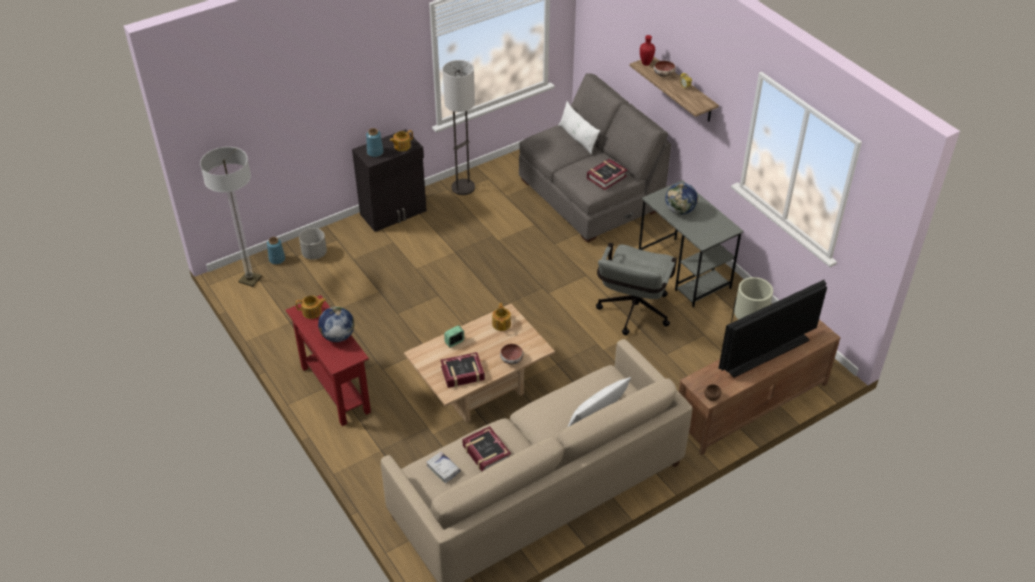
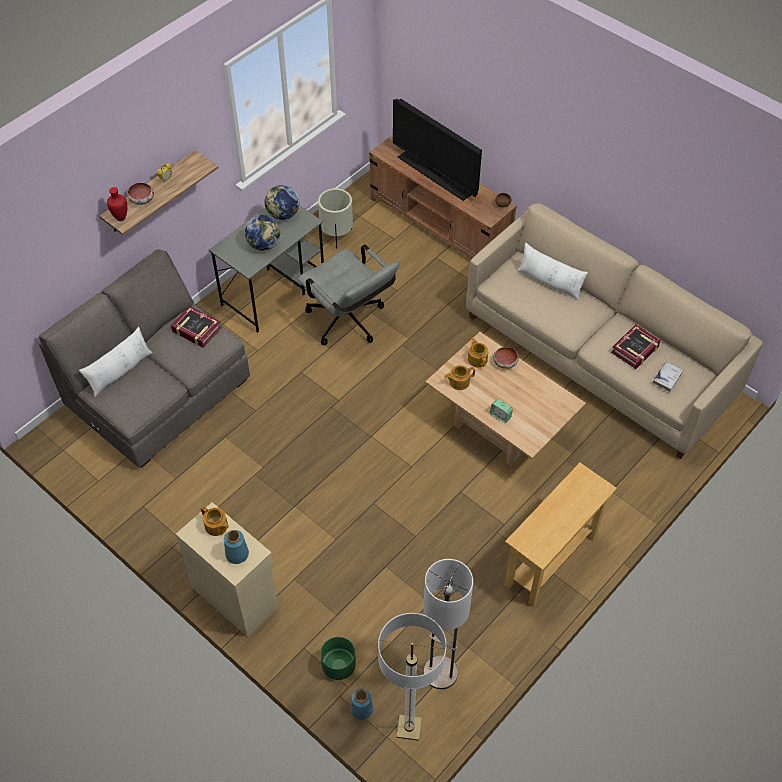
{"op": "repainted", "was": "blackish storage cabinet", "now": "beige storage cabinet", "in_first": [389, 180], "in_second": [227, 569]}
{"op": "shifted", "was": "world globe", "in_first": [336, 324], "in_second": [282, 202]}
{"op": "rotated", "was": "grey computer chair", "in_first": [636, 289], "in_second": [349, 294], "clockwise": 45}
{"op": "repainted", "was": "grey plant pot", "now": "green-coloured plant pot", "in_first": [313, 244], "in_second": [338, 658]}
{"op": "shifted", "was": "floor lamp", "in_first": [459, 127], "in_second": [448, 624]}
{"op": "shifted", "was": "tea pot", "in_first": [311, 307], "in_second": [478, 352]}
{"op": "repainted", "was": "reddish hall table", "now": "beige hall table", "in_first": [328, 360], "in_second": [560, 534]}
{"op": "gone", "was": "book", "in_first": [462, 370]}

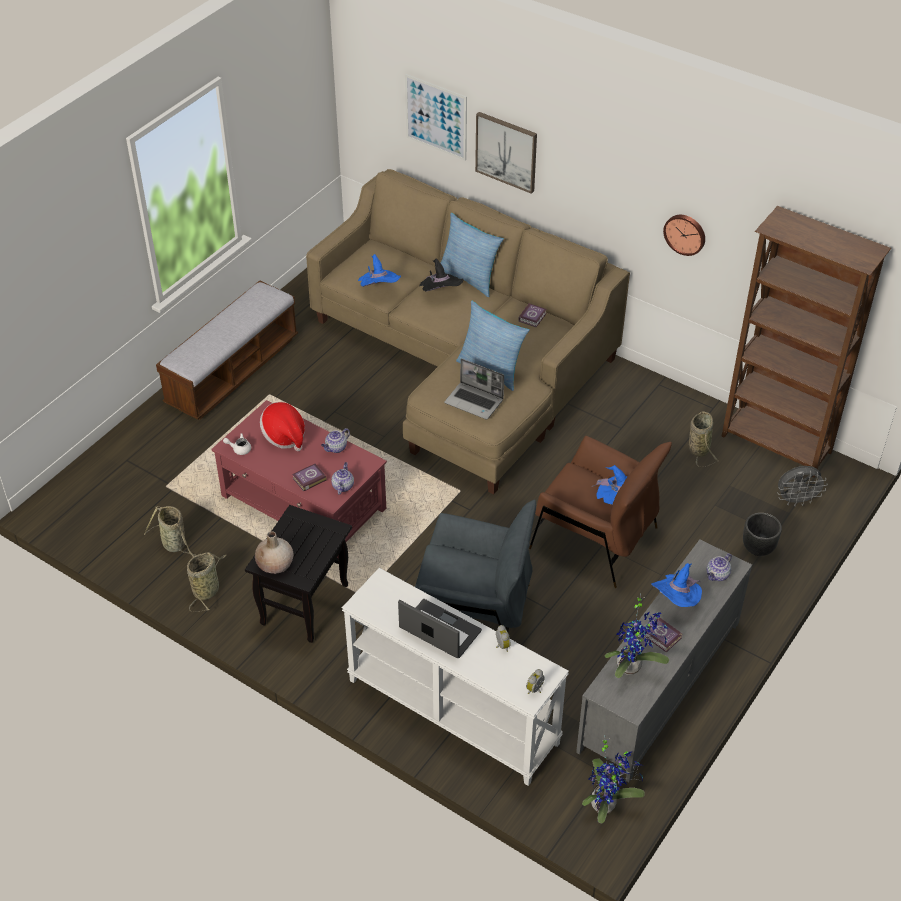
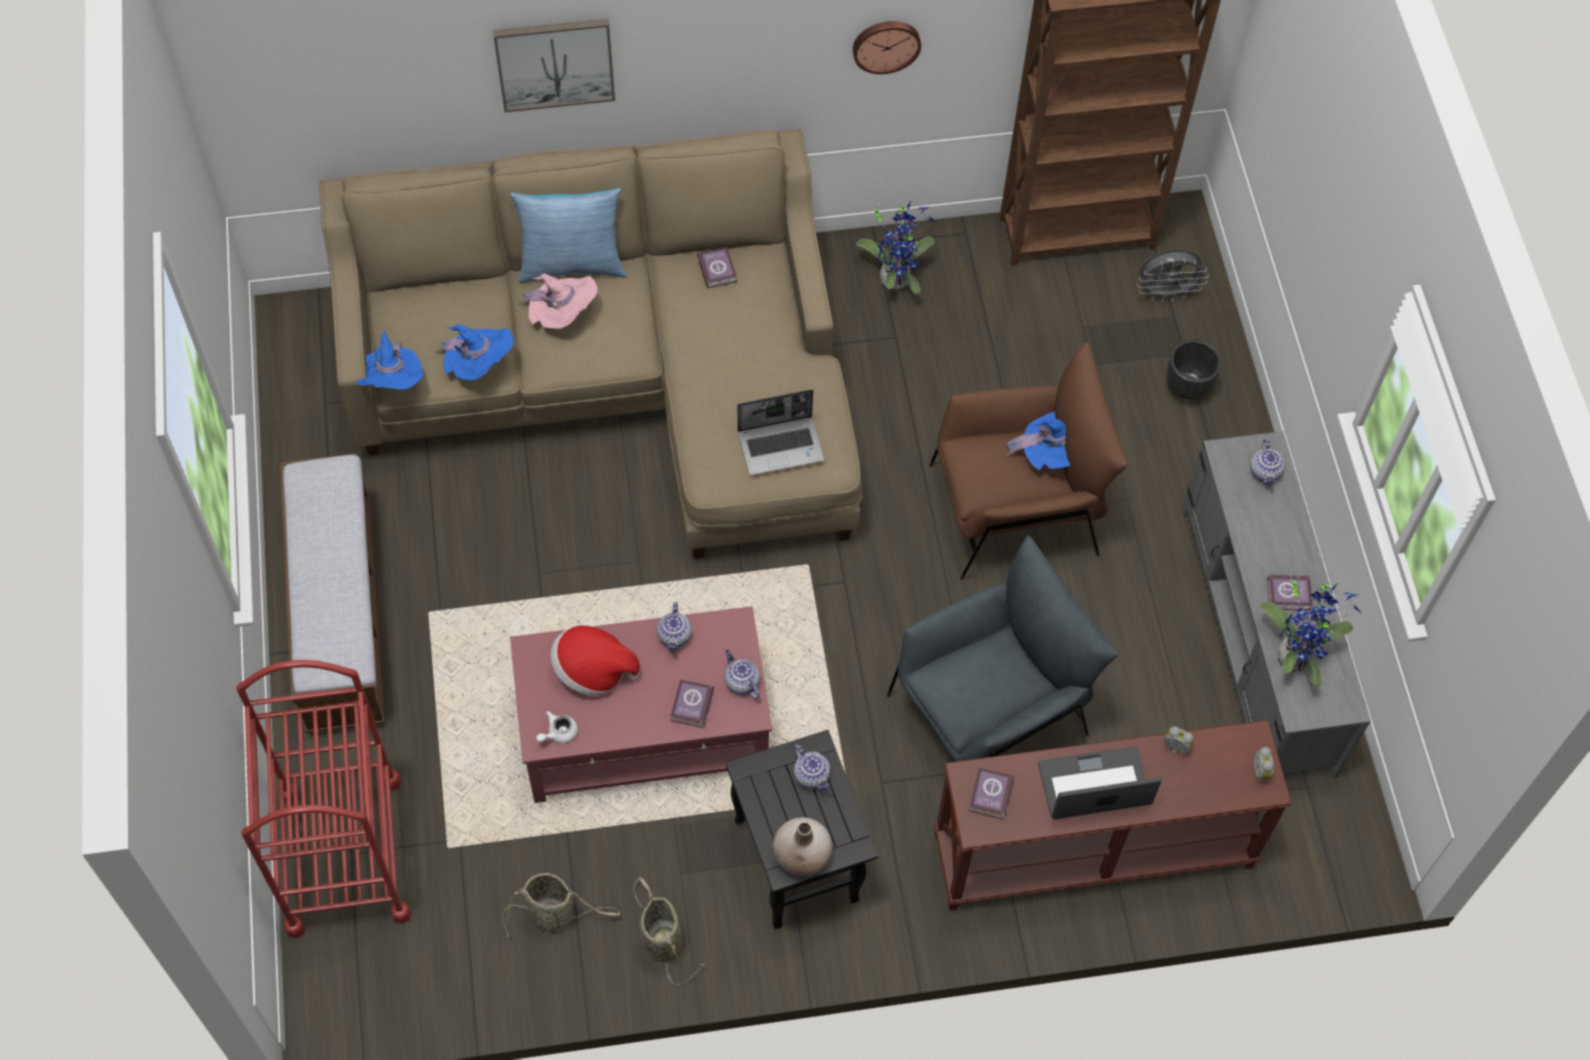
{"op": "new", "now": "reddish wheeled cart", "in_second": [324, 799]}
{"op": "shifted", "was": "bluish clothing hat", "in_first": [676, 585], "in_second": [389, 360]}
{"op": "repainted", "was": "blackish clothing hat", "now": "pinkish clothing hat", "in_first": [441, 275], "in_second": [558, 301]}
{"op": "new", "now": "tea pot", "in_second": [812, 768]}
{"op": "shifted", "was": "plant in a pot", "in_first": [613, 779], "in_second": [896, 247]}
{"op": "repainted", "was": "white-coloured hall table", "now": "brownish hall table", "in_first": [455, 677], "in_second": [1112, 815]}
{"op": "new", "now": "book", "in_second": [991, 794]}
{"op": "rotated", "was": "grey electric fan", "in_first": [802, 486], "in_second": [1173, 276], "clockwise": 45}
{"op": "gone", "was": "wall picture", "in_first": [436, 117]}
{"op": "gone", "was": "throw pillow", "in_first": [493, 346]}
{"op": "gone", "was": "basket", "in_first": [703, 439]}

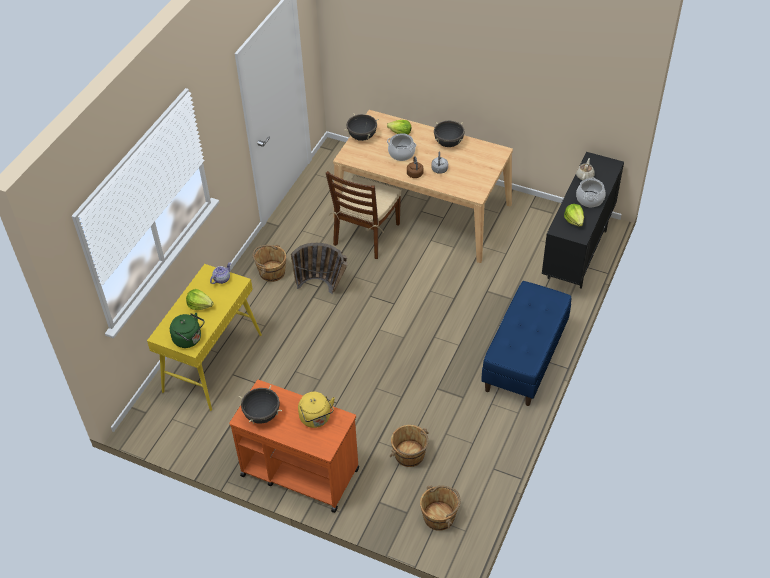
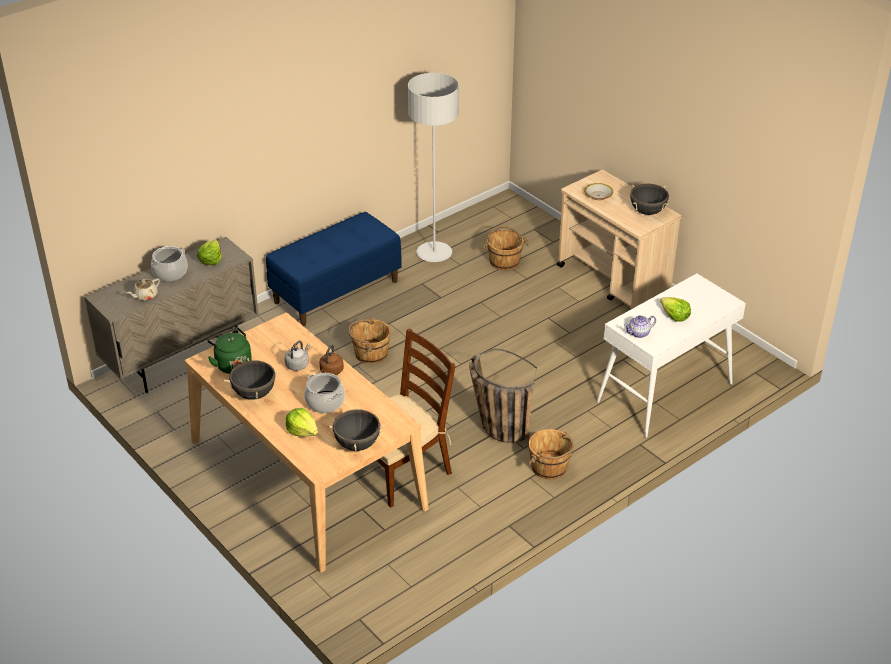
{"op": "repainted", "was": "blackish storage cabinet", "now": "beige storage cabinet", "in_first": [583, 220], "in_second": [171, 315]}
{"op": "shifted", "was": "green-coloured kettle", "in_first": [187, 330], "in_second": [229, 350]}
{"op": "shifted", "was": "brownish pail", "in_first": [440, 508], "in_second": [369, 341]}
{"op": "new", "now": "grey floor lamp", "in_second": [433, 167]}
{"op": "repainted", "was": "orange wheeled cart", "now": "beige wheeled cart", "in_first": [294, 446], "in_second": [619, 240]}
{"op": "swapped", "was": "yellow-coloured kettle", "now": "bowl", "in_first": [316, 410], "in_second": [598, 191]}
{"op": "repainted", "was": "yellow-coloured hall table", "now": "white-coloured hall table", "in_first": [204, 337], "in_second": [671, 356]}

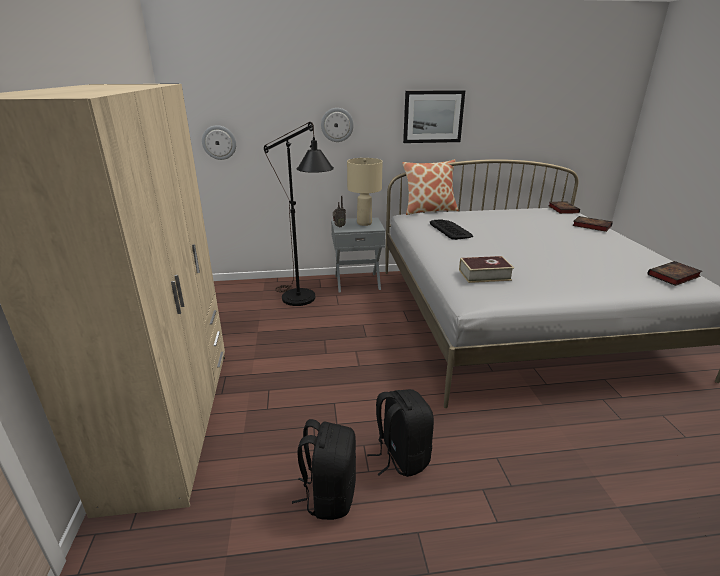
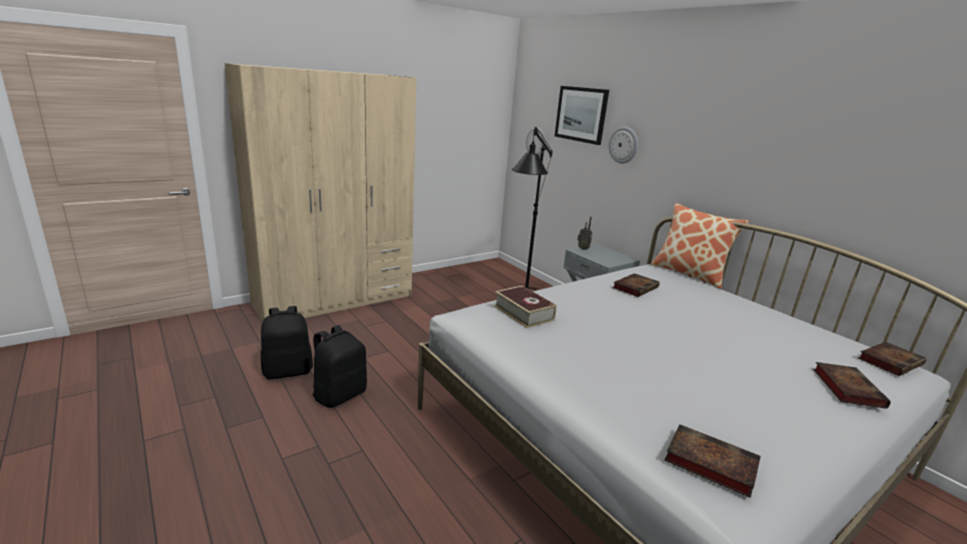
{"op": "shifted", "was": "wall picture", "in_first": [434, 116], "in_second": [582, 115]}
{"op": "swapped", "was": "keyboard", "now": "book", "in_first": [451, 229], "in_second": [636, 285]}
{"op": "gone", "was": "beige table lamp", "in_first": [365, 192]}

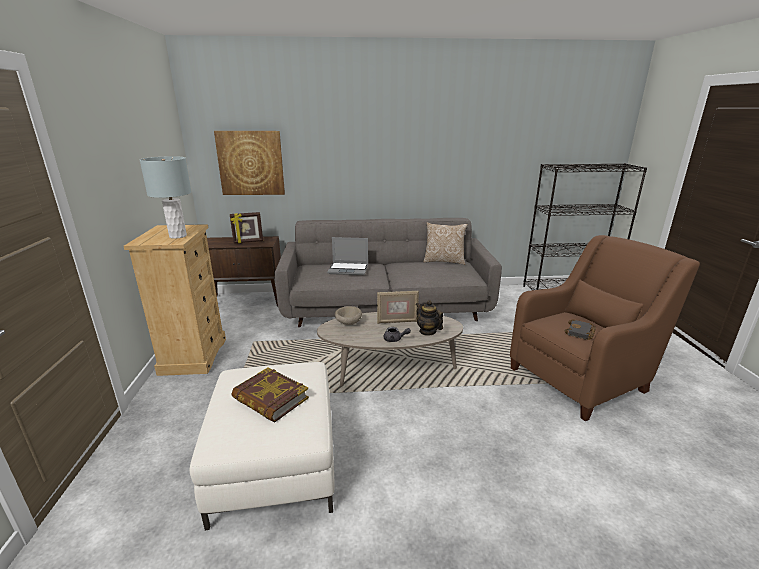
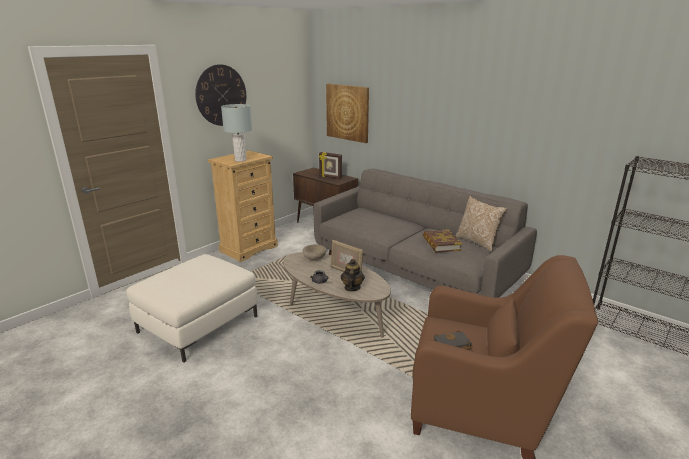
{"op": "new", "now": "wall clock", "in_second": [220, 95]}
{"op": "shifted", "was": "book", "in_first": [270, 395], "in_second": [442, 241]}
{"op": "gone", "was": "laptop", "in_first": [347, 256]}

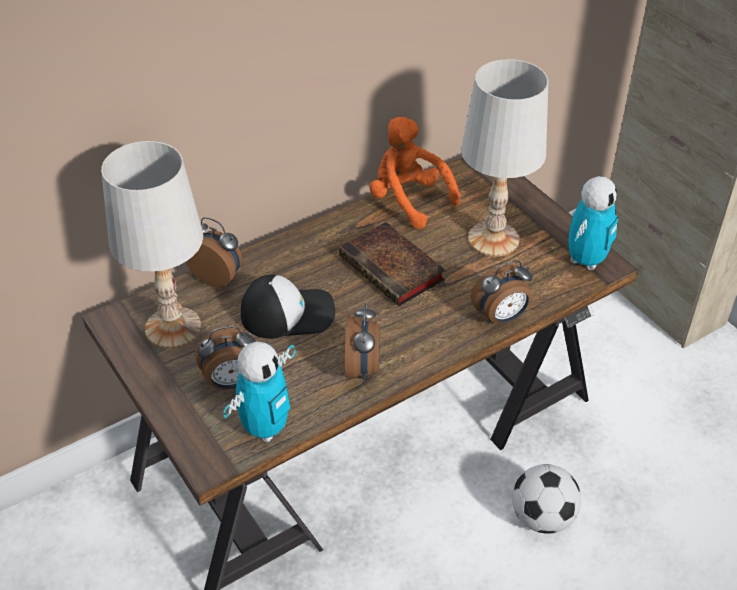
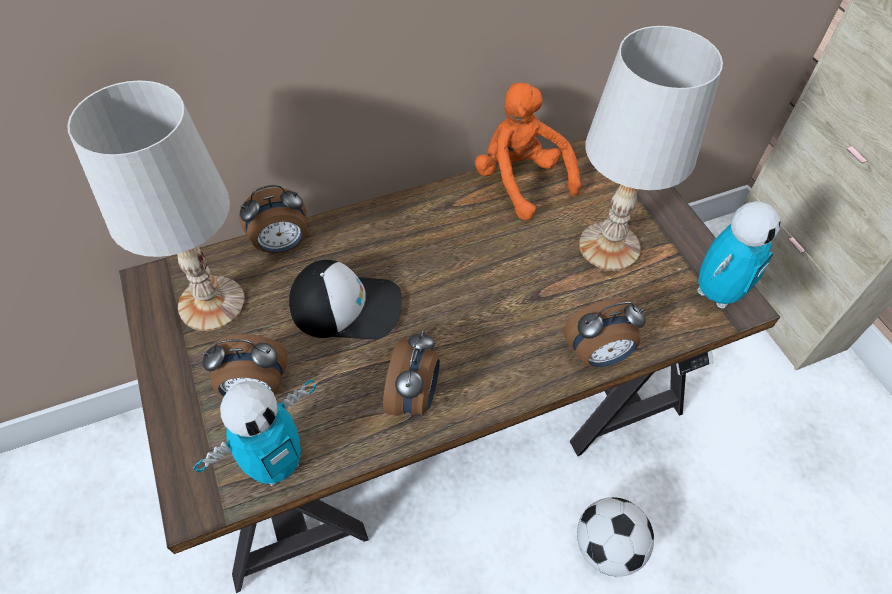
{"op": "rotated", "was": "alarm clock", "in_first": [214, 252], "in_second": [273, 219], "clockwise": 120}
{"op": "gone", "was": "book", "in_first": [392, 264]}

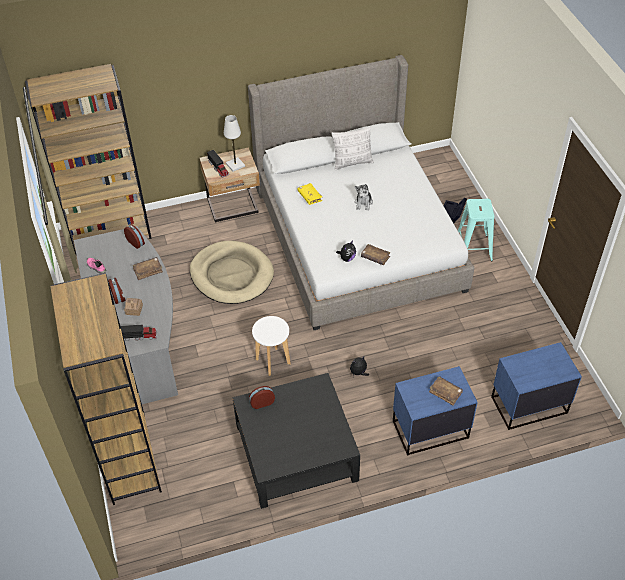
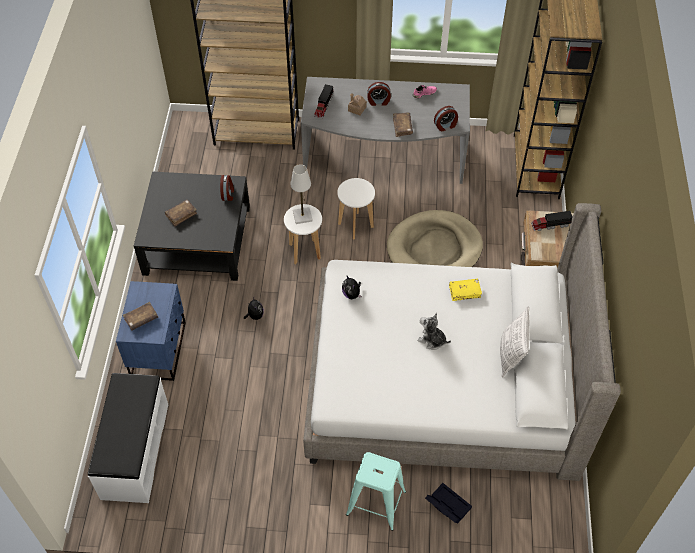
{"op": "swapped", "was": "bluish night table", "now": "white-coloured indoor bench", "in_first": [536, 386], "in_second": [128, 438]}
{"op": "shifted", "was": "brownish book", "in_first": [376, 254], "in_second": [181, 212]}
{"op": "shifted", "was": "white-coloured table lamp", "in_first": [234, 143], "in_second": [301, 194]}
{"op": "new", "now": "white-coloured stool seat", "in_second": [356, 208]}

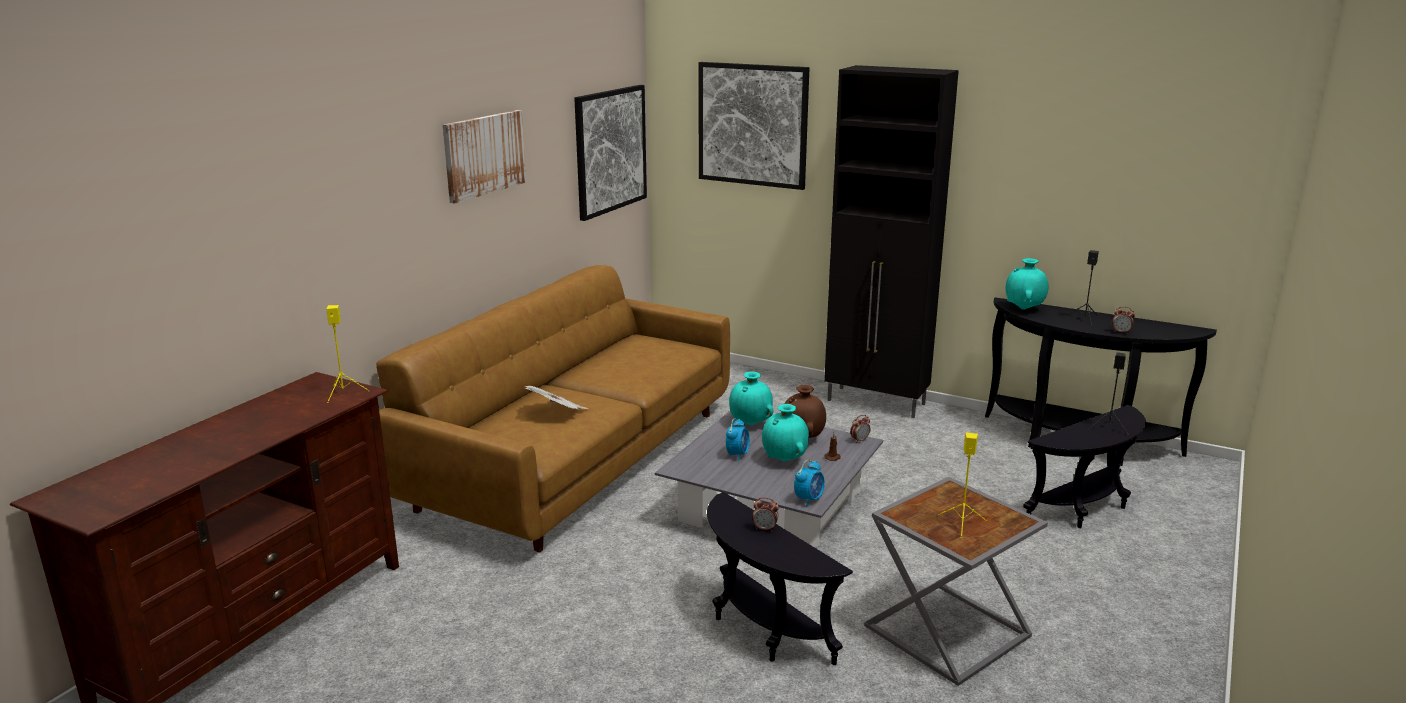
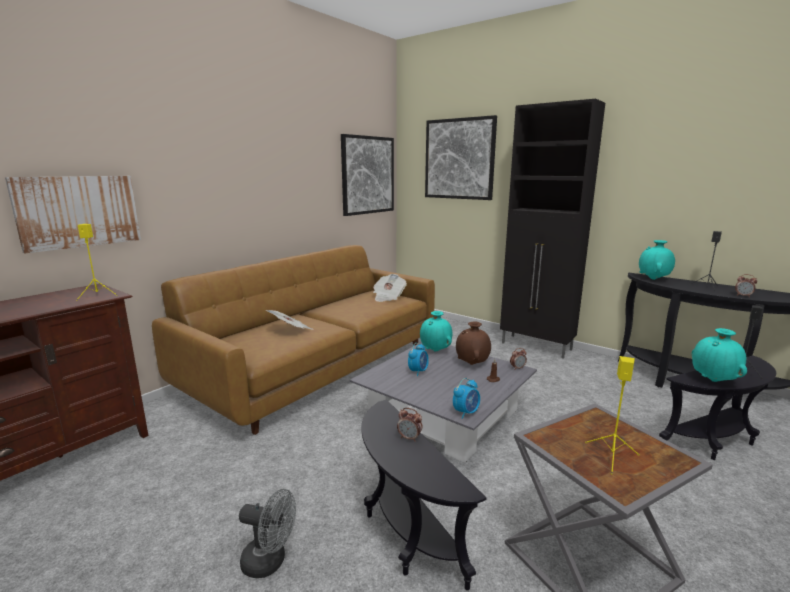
{"op": "shifted", "was": "wall picture", "in_first": [484, 157], "in_second": [73, 214]}
{"op": "new", "now": "grey electric fan", "in_second": [267, 533]}
{"op": "new", "now": "printed paper", "in_second": [390, 288]}
{"op": "shifted", "was": "blue-green vase", "in_first": [785, 433], "in_second": [719, 355]}

